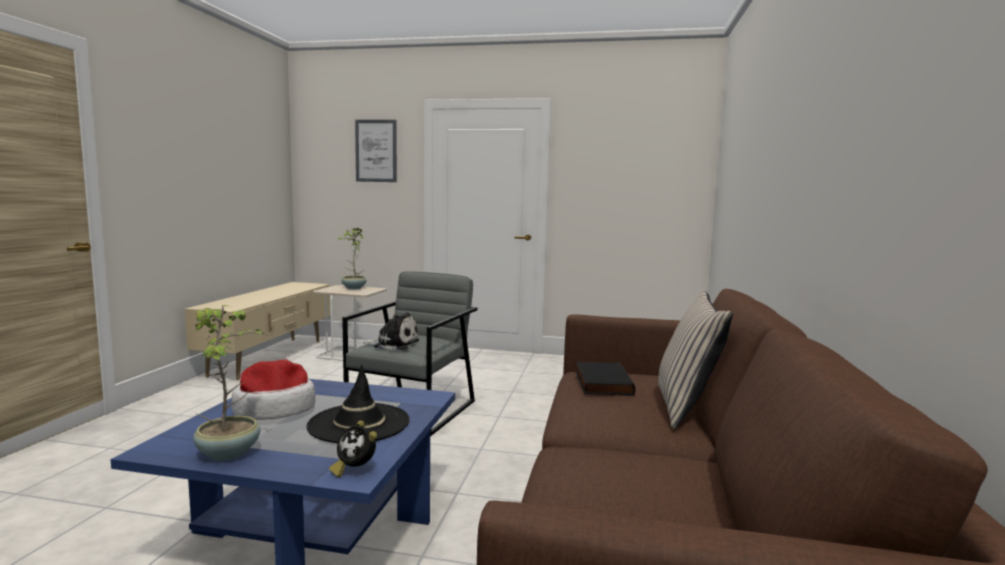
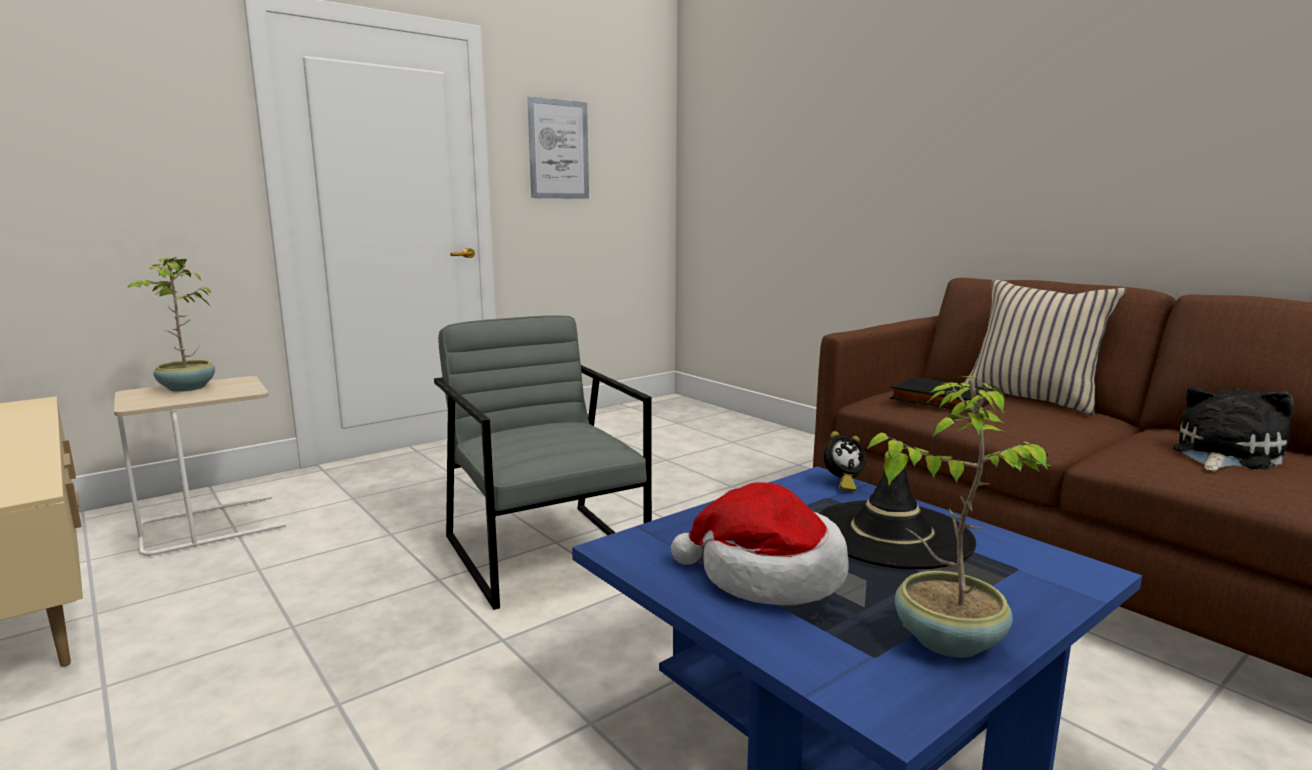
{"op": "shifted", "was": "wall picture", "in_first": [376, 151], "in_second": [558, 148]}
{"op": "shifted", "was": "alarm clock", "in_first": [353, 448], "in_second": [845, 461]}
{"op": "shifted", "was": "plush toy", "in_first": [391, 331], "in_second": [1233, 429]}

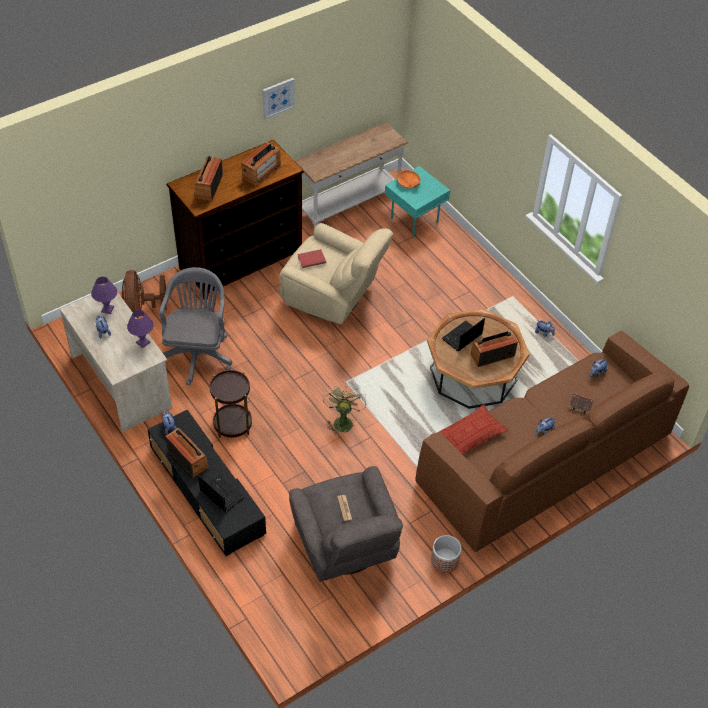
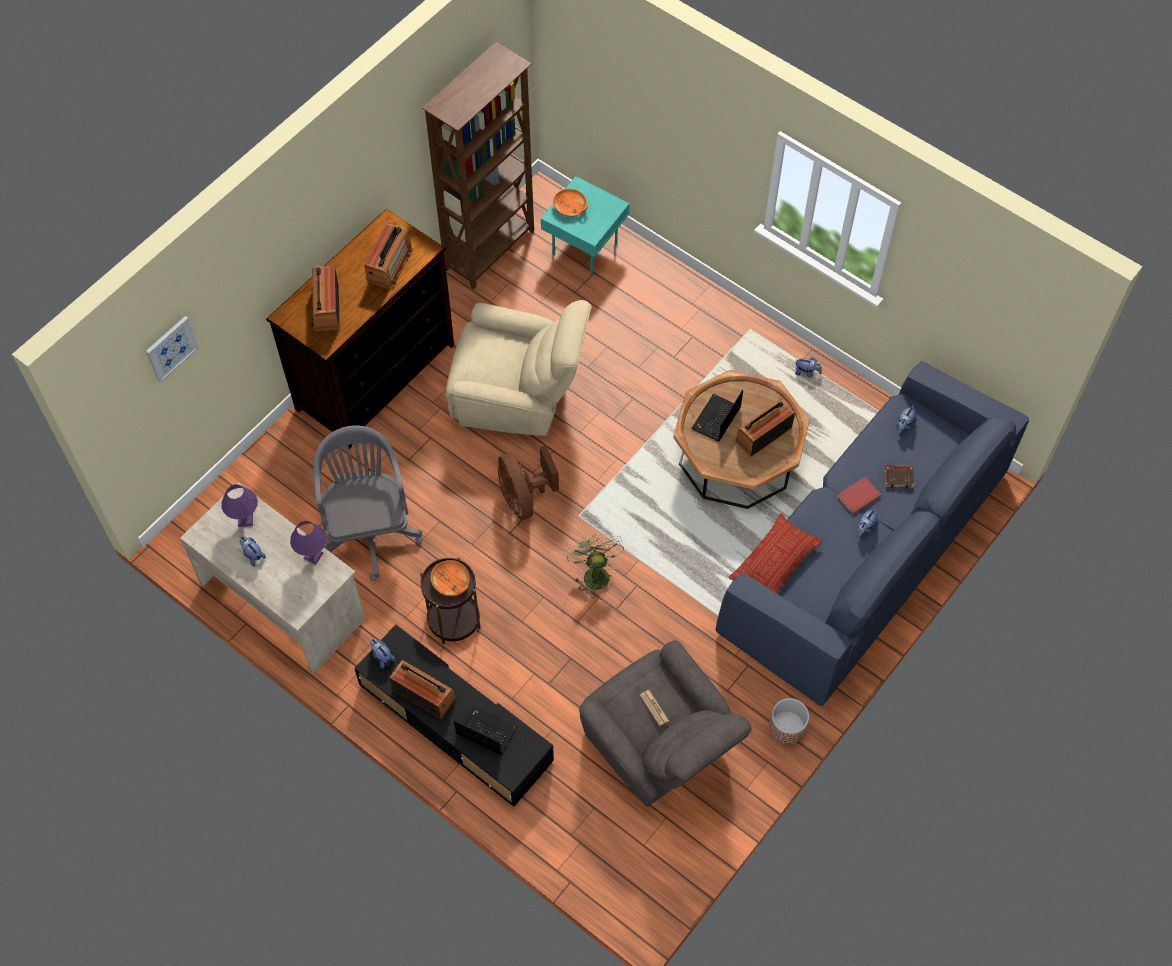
{"op": "shifted", "was": "wall picture", "in_first": [279, 98], "in_second": [172, 349]}
{"op": "swapped", "was": "white-coloured hall table", "now": "brownish bookcase", "in_first": [351, 175], "in_second": [478, 165]}
{"op": "new", "now": "orange bowl", "in_second": [450, 578]}
{"op": "shifted", "was": "brownish electric fan", "in_first": [144, 294], "in_second": [528, 482]}
{"op": "repainted", "was": "brownish couch", "now": "bluish couch", "in_first": [552, 441], "in_second": [872, 533]}
{"op": "shifted", "was": "reddish book", "in_first": [311, 258], "in_second": [859, 495]}

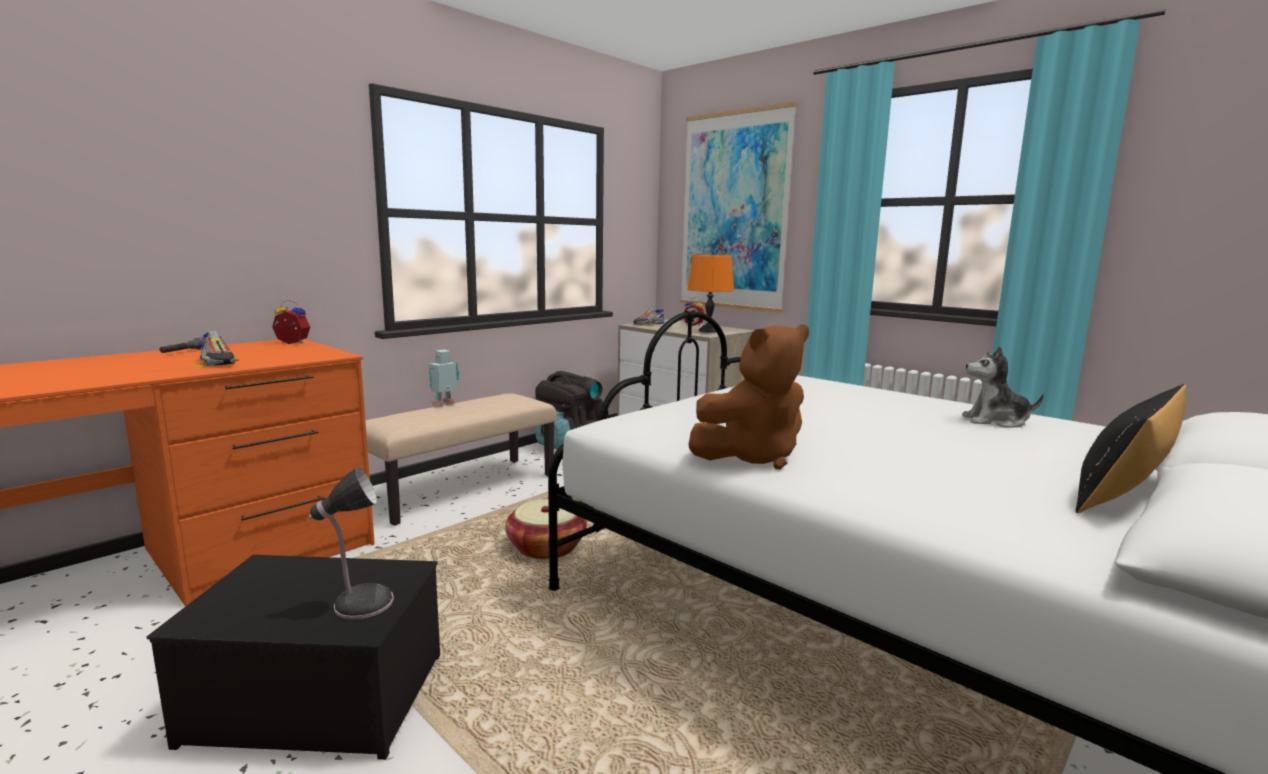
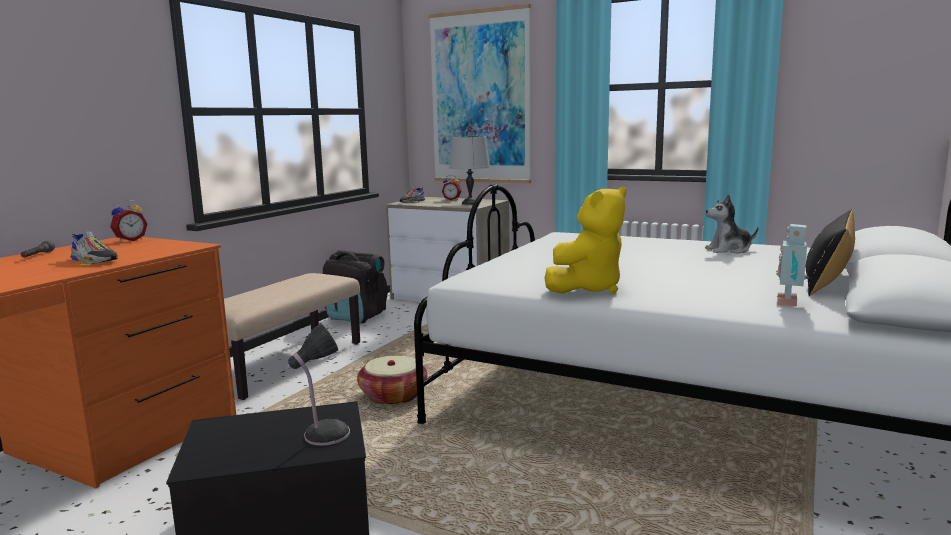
{"op": "rotated", "was": "alarm clock", "in_first": [291, 321], "in_second": [128, 220], "clockwise": 135}
{"op": "repainted", "was": "orange table lamp", "now": "grey table lamp", "in_first": [710, 294], "in_second": [469, 170]}
{"op": "repainted", "was": "brownish plush toy", "now": "yellow-coloured plush toy", "in_first": [748, 397], "in_second": [585, 240]}
{"op": "shifted", "was": "model robot", "in_first": [444, 378], "in_second": [792, 265]}

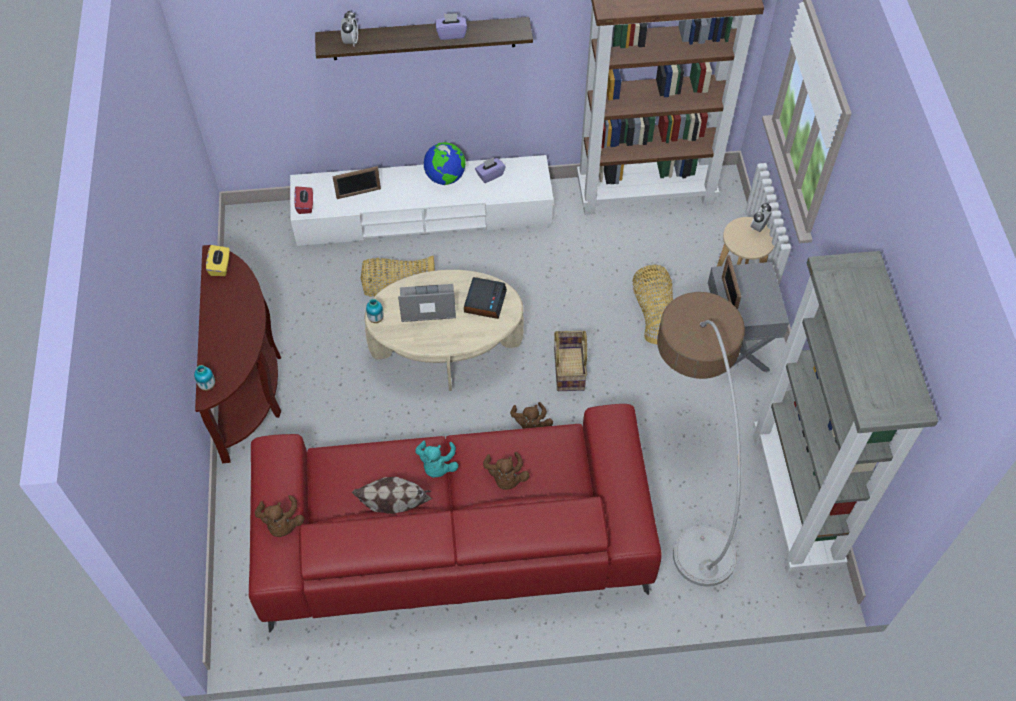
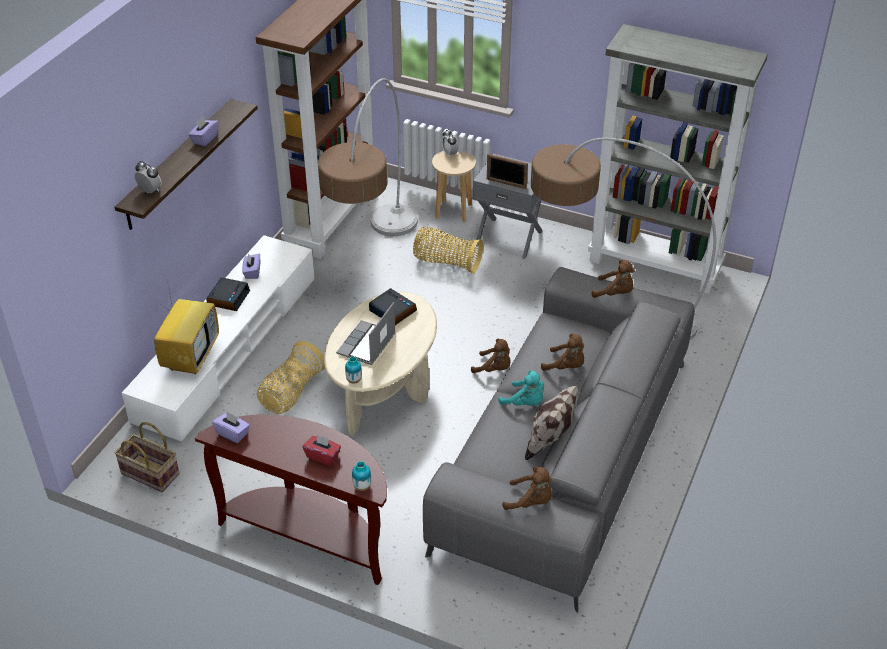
{"op": "shifted", "was": "basket", "in_first": [570, 361], "in_second": [147, 457]}
{"op": "swapped", "was": "picture frame", "now": "television", "in_first": [356, 182], "in_second": [186, 327]}
{"op": "swapped", "was": "world globe", "now": "alarm clock", "in_first": [445, 163], "in_second": [228, 294]}
{"op": "repainted", "was": "yellow-coloured tissue box", "now": "purplish tissue box", "in_first": [218, 260], "in_second": [231, 427]}
{"op": "shifted", "was": "reddish tissue box", "in_first": [303, 200], "in_second": [322, 450]}
{"op": "new", "now": "floor lamp", "in_second": [368, 157]}
{"op": "repainted", "was": "reddish couch", "now": "grey couch", "in_first": [455, 518], "in_second": [559, 440]}
{"op": "new", "now": "brownish plush toy", "in_second": [613, 279]}

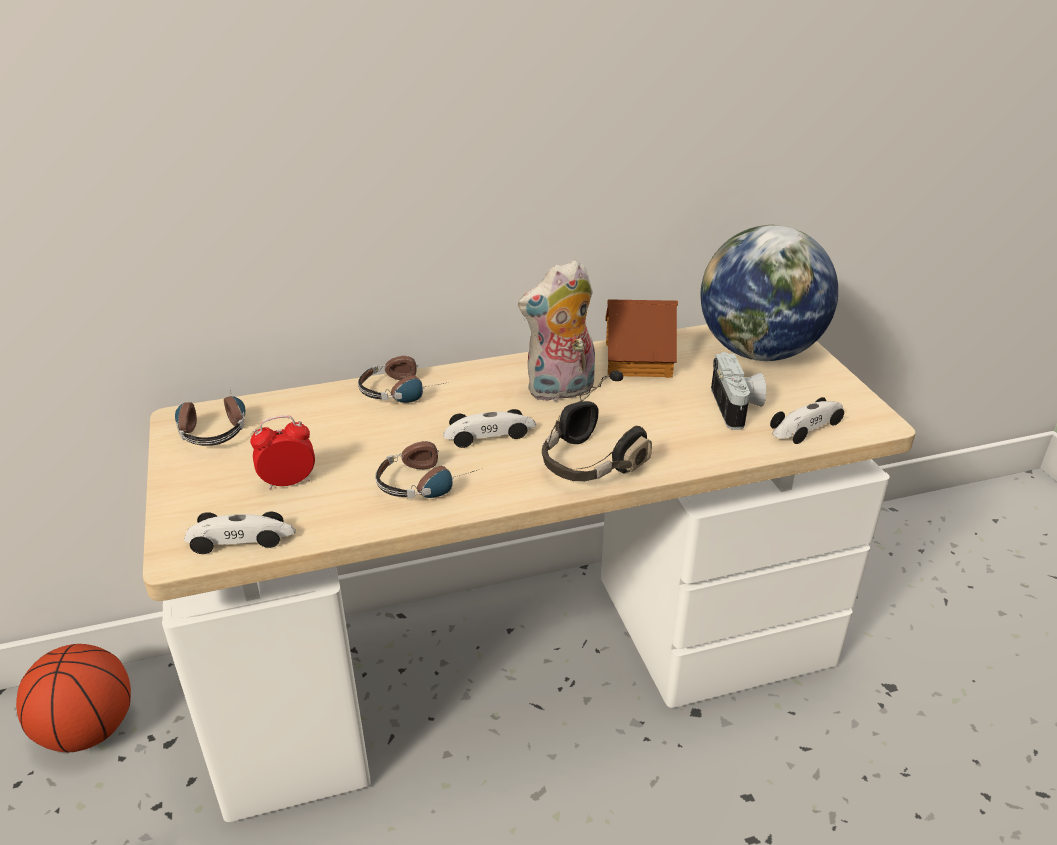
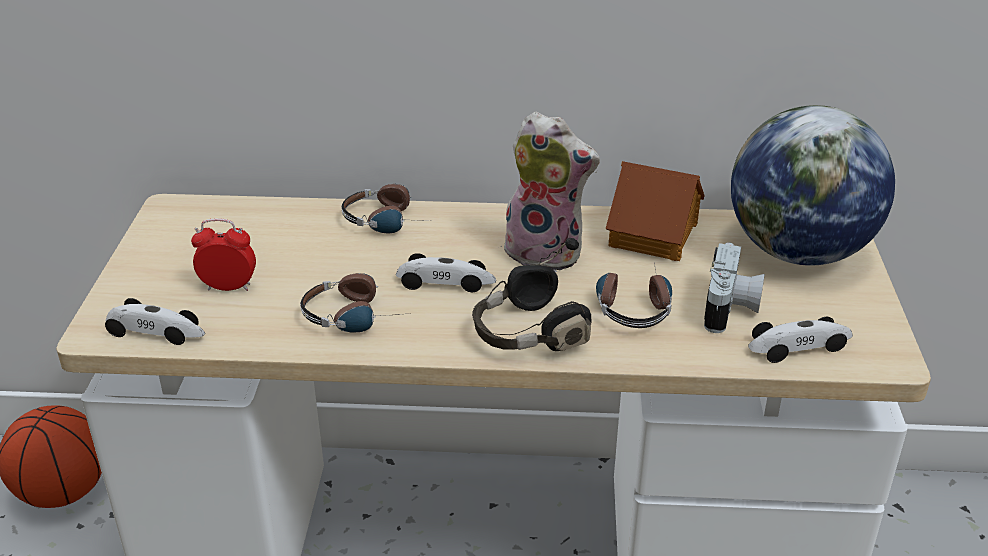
{"op": "rotated", "was": "plush toy", "in_first": [556, 331], "in_second": [552, 192], "clockwise": -150}
{"op": "shifted", "was": "pair of headphones", "in_first": [210, 417], "in_second": [634, 295]}

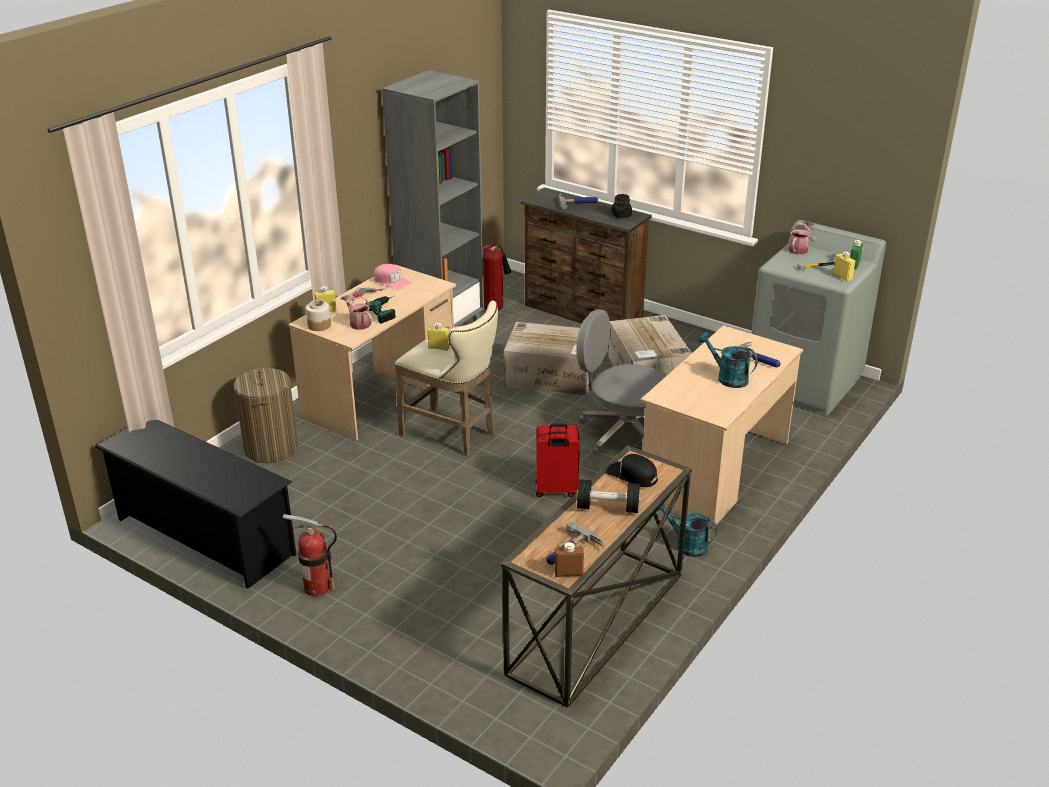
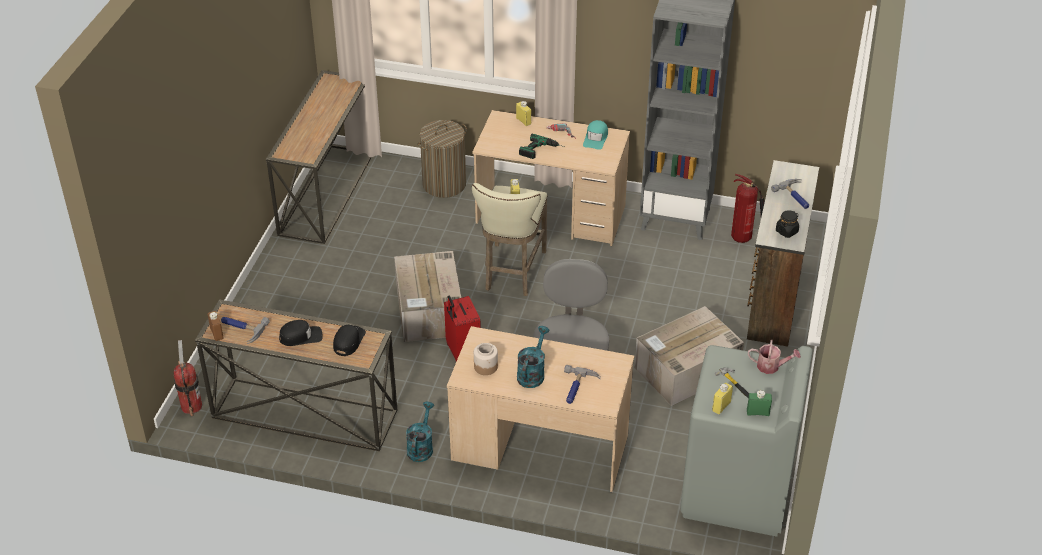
{"op": "shifted", "was": "fire-fighting cylinder", "in_first": [310, 555], "in_second": [188, 378]}
{"op": "swapped", "was": "blackish shoe rack", "now": "hall table", "in_first": [195, 504], "in_second": [319, 157]}
{"op": "swapped", "was": "blackish hand weight", "now": "blackish cap", "in_first": [608, 496], "in_second": [301, 333]}
{"op": "shifted", "was": "carton", "in_first": [548, 358], "in_second": [427, 296]}
{"op": "shifted", "was": "storage jar", "in_first": [318, 315], "in_second": [486, 359]}
{"op": "repainted", "was": "pinkish cap", "now": "blue-green cap", "in_first": [392, 277], "in_second": [595, 135]}
{"op": "gone", "was": "watering pot", "in_first": [356, 312]}

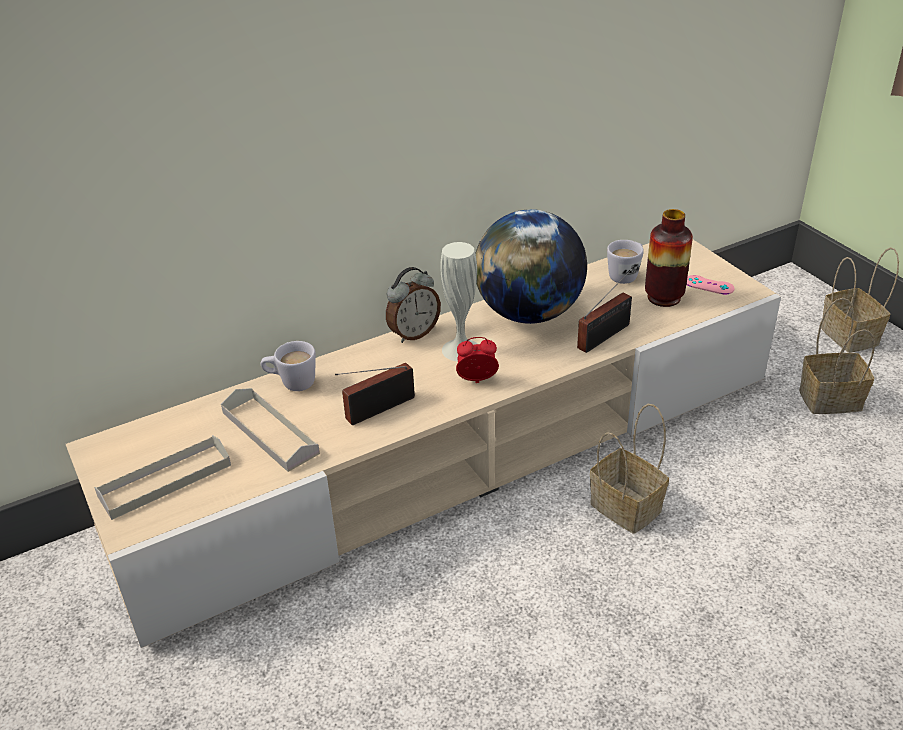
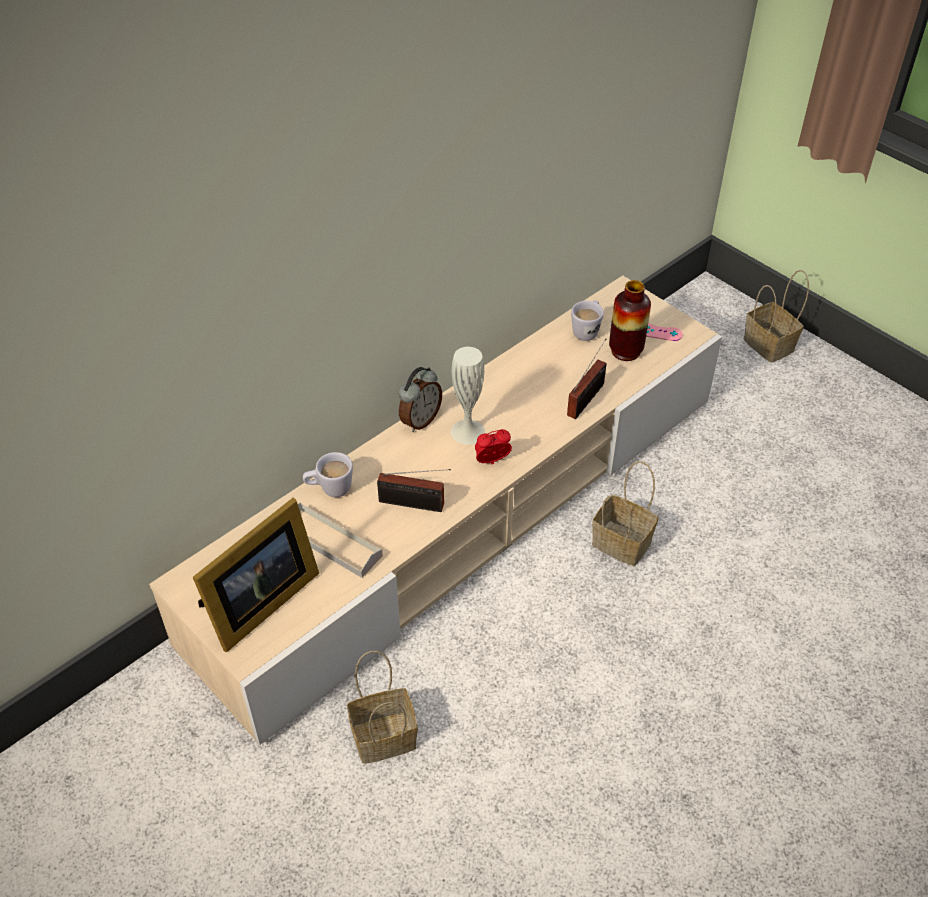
{"op": "swapped", "was": "grey serving tray", "now": "picture frame", "in_first": [162, 477], "in_second": [256, 575]}
{"op": "shifted", "was": "basket", "in_first": [837, 356], "in_second": [382, 707]}
{"op": "rotated", "was": "radio", "in_first": [375, 394], "in_second": [414, 490], "clockwise": -120}
{"op": "gone", "was": "world globe", "in_first": [531, 266]}

